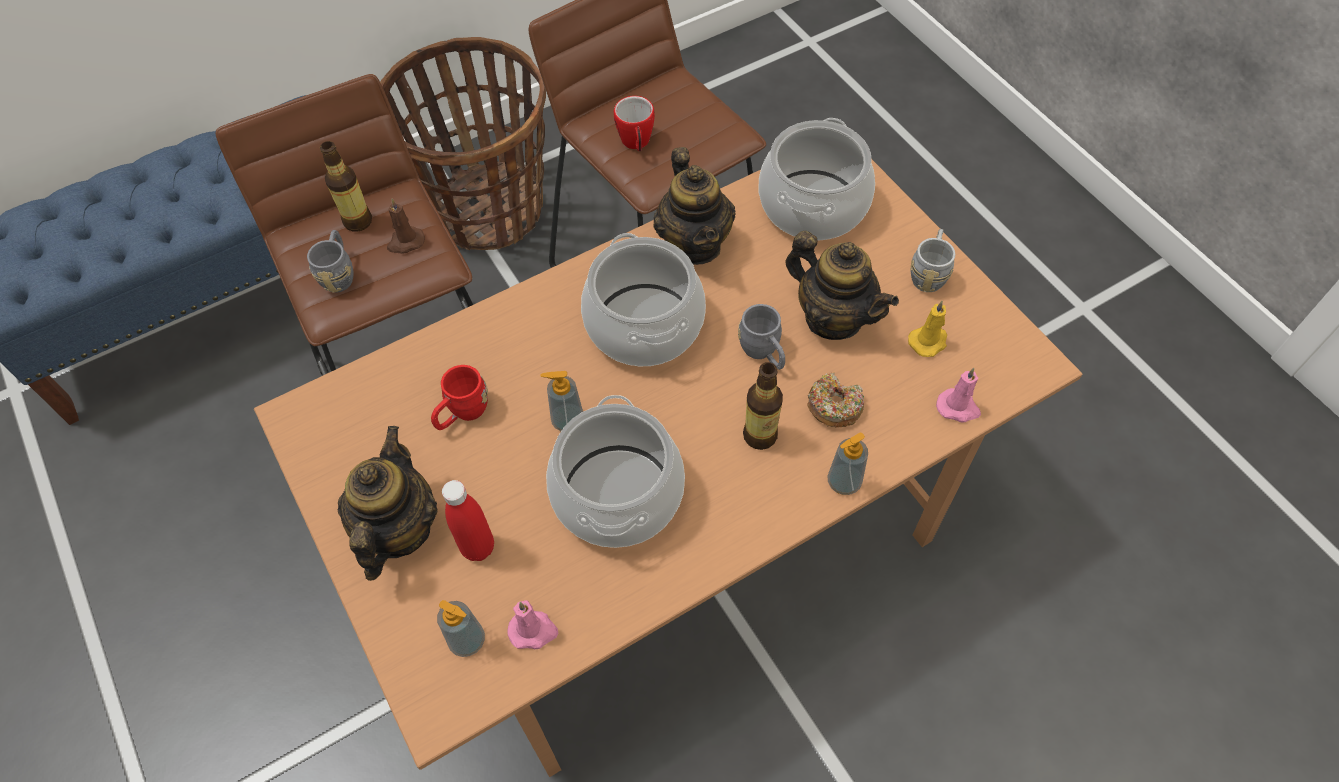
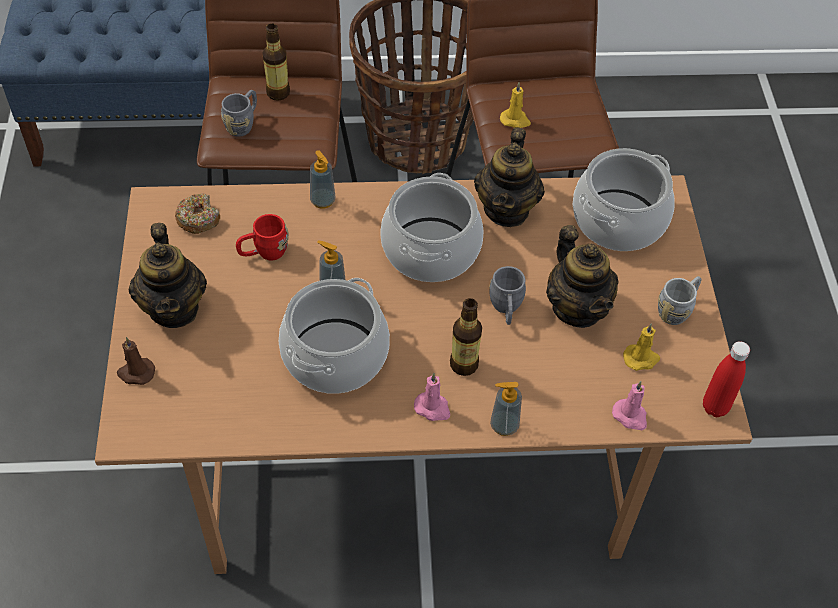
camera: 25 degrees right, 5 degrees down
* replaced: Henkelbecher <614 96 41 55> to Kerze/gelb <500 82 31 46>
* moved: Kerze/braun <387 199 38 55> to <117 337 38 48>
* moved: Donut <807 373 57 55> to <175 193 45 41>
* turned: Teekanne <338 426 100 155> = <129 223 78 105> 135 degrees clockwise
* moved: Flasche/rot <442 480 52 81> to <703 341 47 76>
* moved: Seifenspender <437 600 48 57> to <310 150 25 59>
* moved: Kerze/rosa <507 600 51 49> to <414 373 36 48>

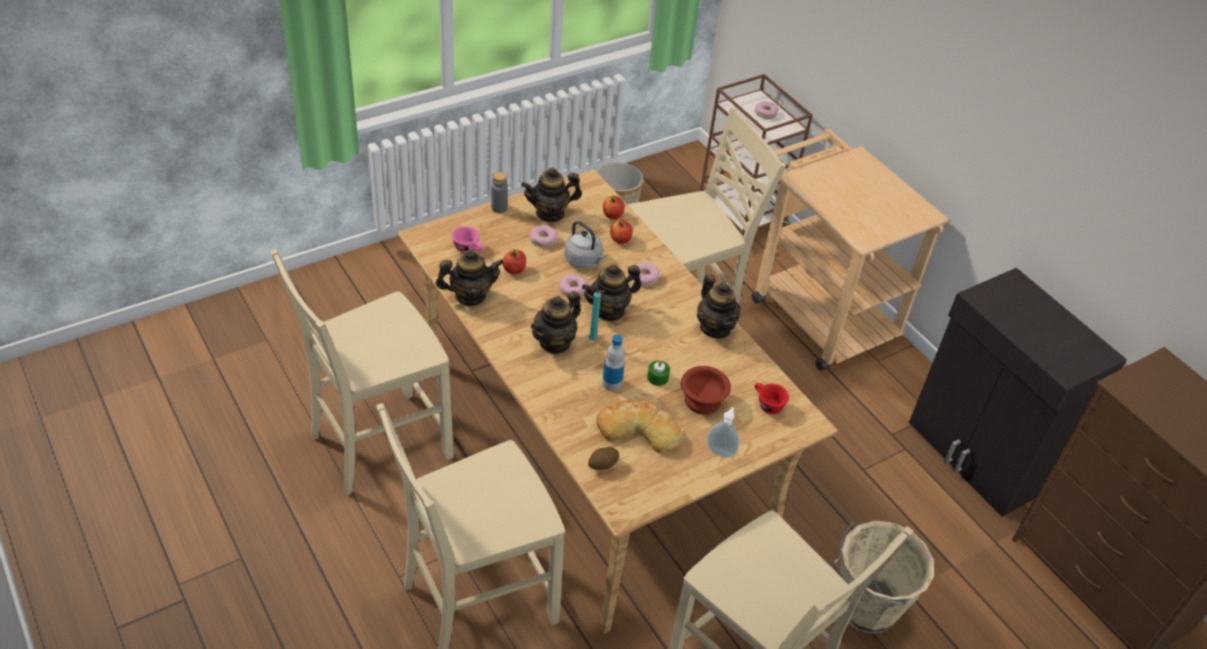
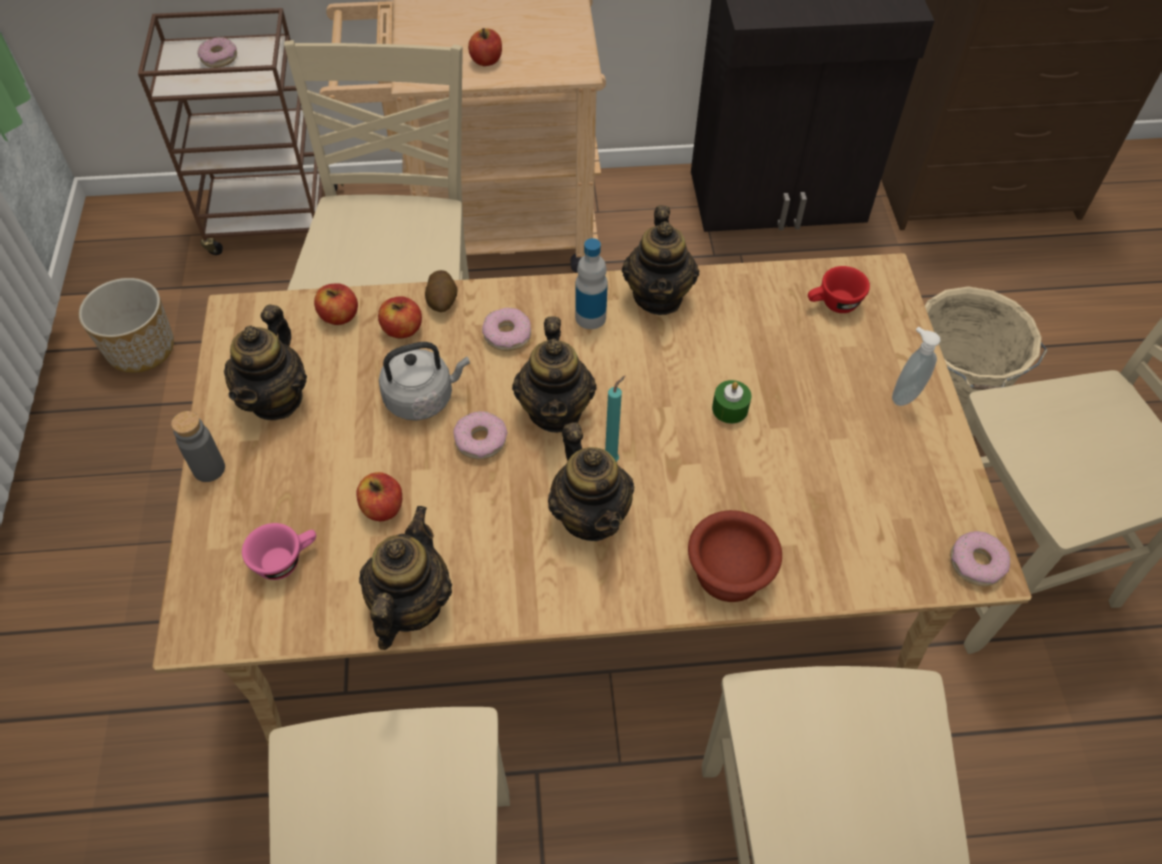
camera: 60 degrees left, 10 degrees up
* moved: Donut <530 225 28 22> to <950 531 60 56>
* turned: Teekanne <697 274 44 65> = <622 206 77 109> 90 degrees clockwise
* moved: Flasche <602 335 23 56> to <575 238 33 91>
* moved: Schüssel/braun <681 366 50 48> to <688 510 94 92>
* removed: Brot <596 400 86 53>
* moved: Kartoffel <588 447 31 23> to <425 270 33 42>
* added: Apfel <468 28 34 38>

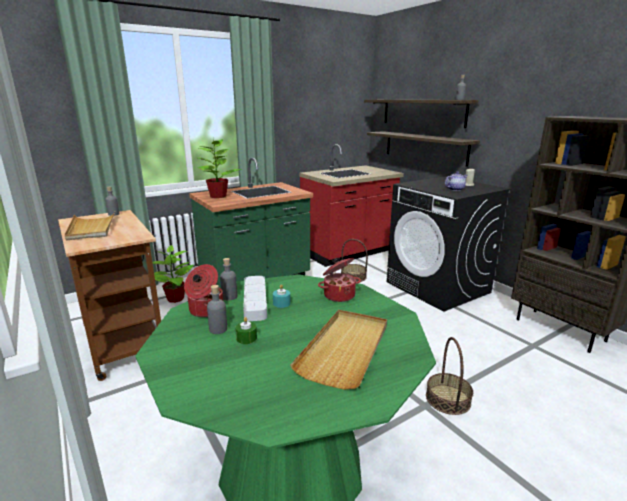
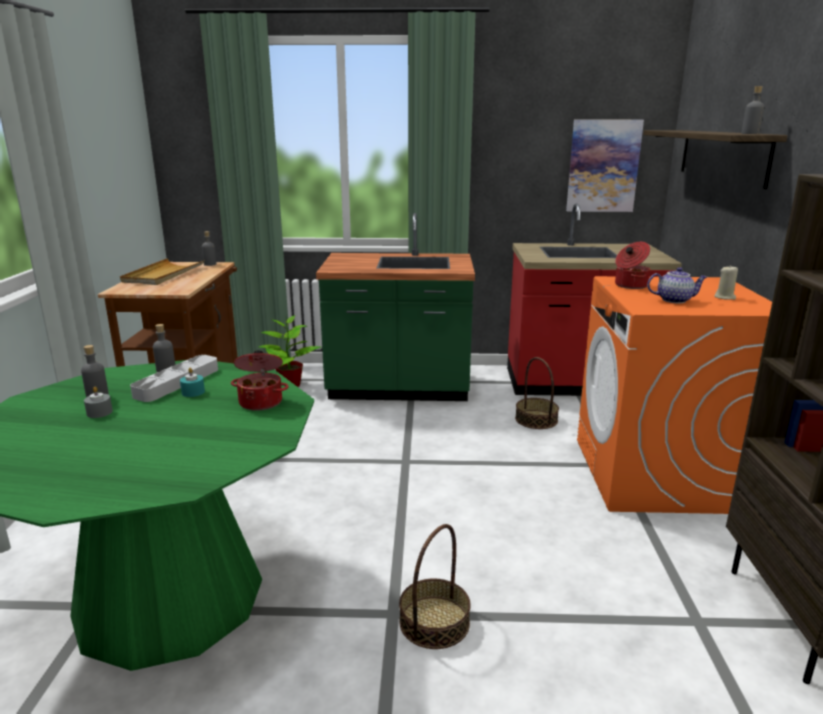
camera: 35 degrees right, 0 degrees up
* removed: Wandregal <367 131 113 36>
* removed: Topfpflanze <197 139 45 59>
* recoloured: Waschmaschine/schwarz <387 176 124 136> to Waschmaschine/orange <577 276 195 238>
* moved: Kochtopf <184 264 39 53> to <615 242 36 47>
* removed: Tablett/beige <290 310 97 80>
* recoloured: Kerze/grün <235 317 22 27> to Kerze/grau <84 386 29 32>
* added: Bild <566 120 78 92>

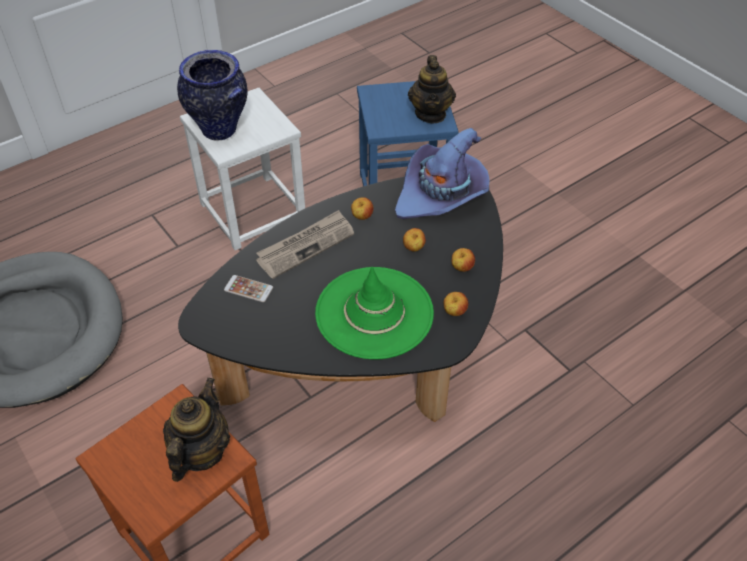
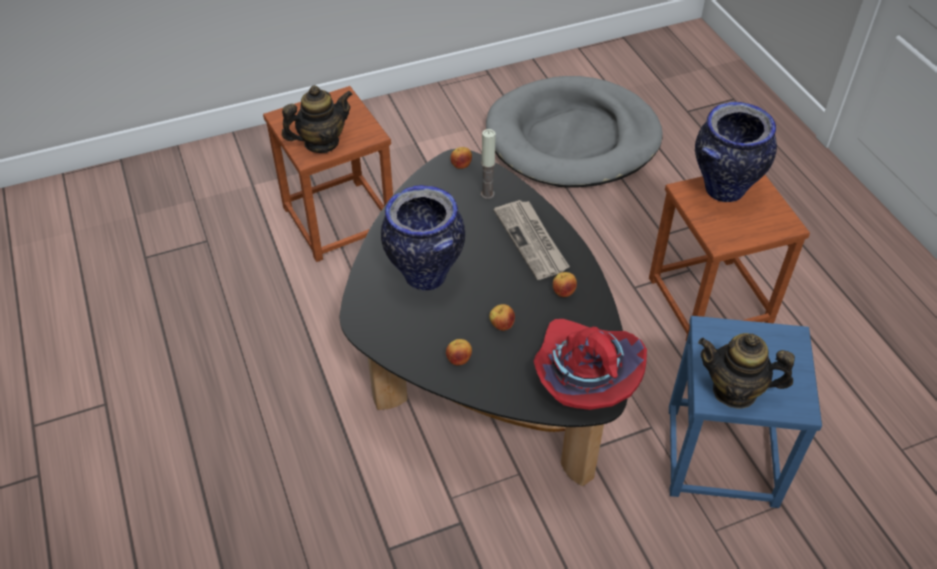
camera: 105 degrees right, 0 degrees up
* recoloured: Hocker/weiß <180 88 125 162> to Hocker/braun <649 175 161 166>
* recoloured: Hut/lila <395 128 95 91> to Hut/rot <534 319 113 91>
* replaced: Hut/grün <315 267 119 93> to Vase <381 185 84 106>
* replaced: Handy <224 275 49 27> to Kerze <481 129 15 70>
* moved: Apfel <444 292 24 24> to <451 147 21 22>
* turned: Teekanne <163 378 67 104> = <282 85 71 68> 60 degrees counterclockwise

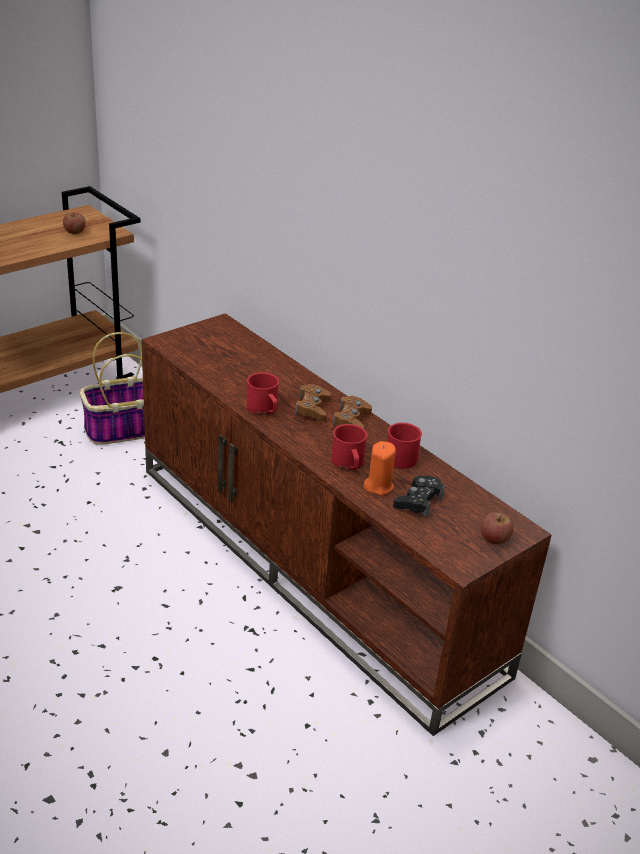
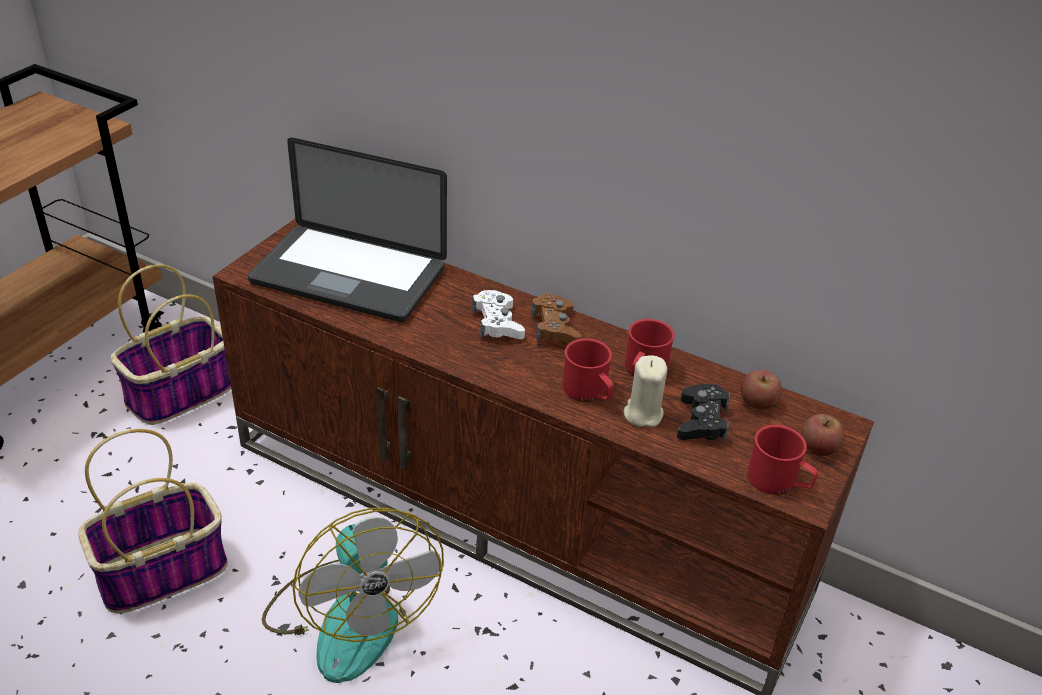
camera: 20 degrees left, 5 degrees up
* moved: Apfel <63 212 23 22> to <741 370 41 40>
* moved: Henkelbecher/rot <247 372 32 43> to <747 425 71 70>
* recoloured: Gamepad/braun <295 384 36 38> to Gamepad/weiß <472 290 53 49>
* recoloured: Kerze/orange <364 441 32 55> to Kerze/beige <624 355 43 72>
* added: Laptop <248 138 199 184>
* added: Korb <78 429 150 185>
* added: Ventilator <262 508 182 175>

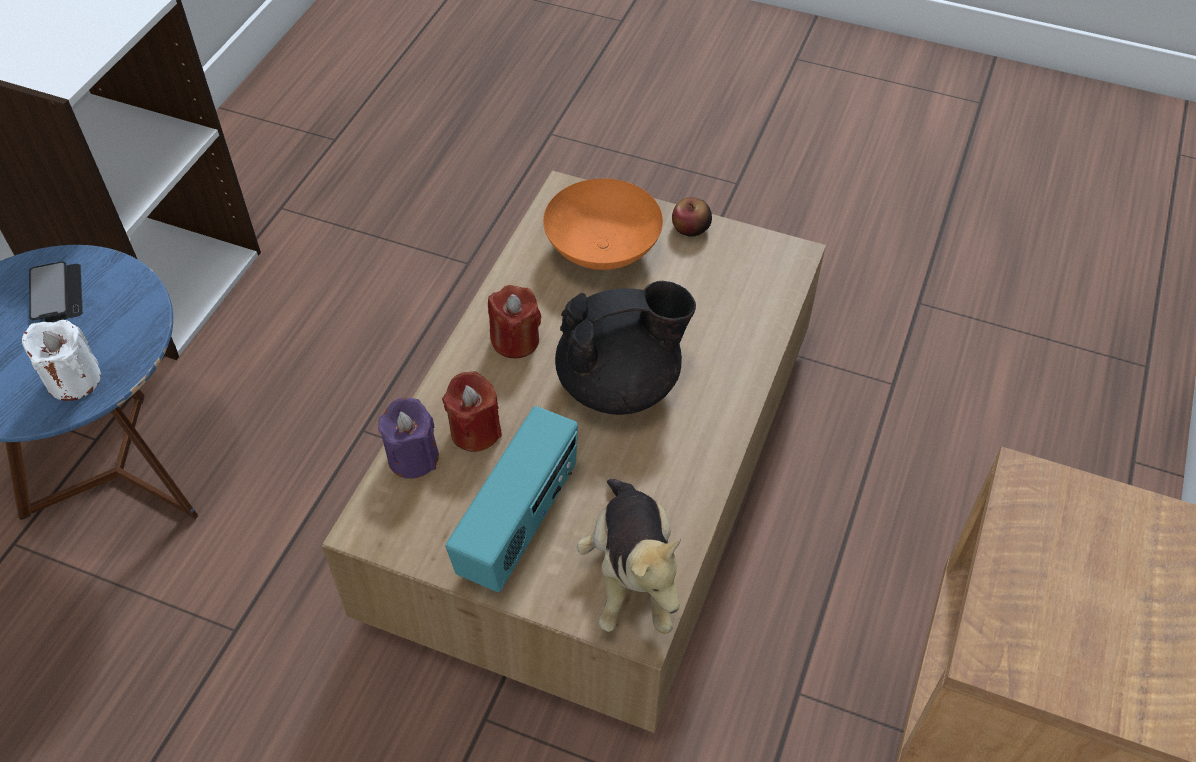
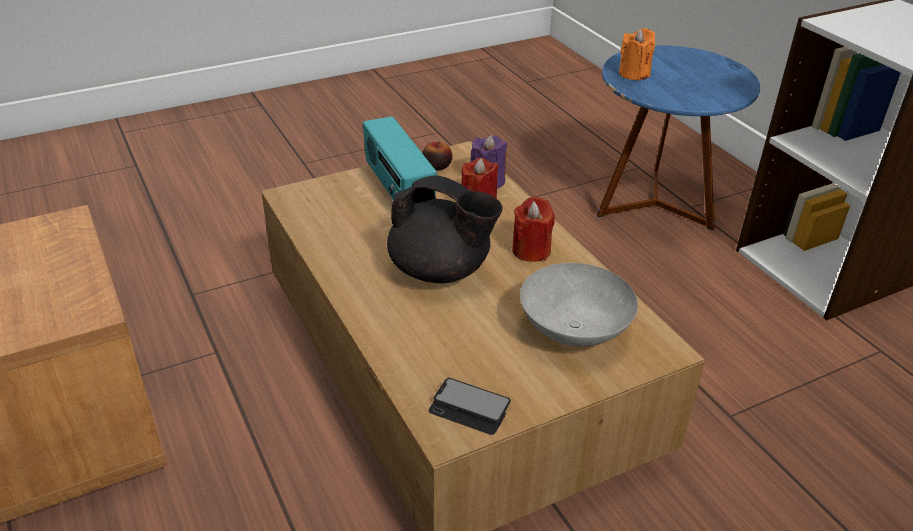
camera: 130 degrees right, 15 degrees down
* recoloured: Schüssel/orange <543 178 120 92> to Schüssel/grau <520 263 118 84>
* moved: Apfel <672 197 40 40> to <422 142 30 28>
* moved: Handy <29 261 54 61> to <429 378 82 57>
* turned: Teekanne/schwarz <555 281 141 134> = <387 175 116 108> 90 degrees counterclockwise
* recoloured: Kerze/weiß <22 320 79 81> to Kerze/orange <619 28 36 53>
* removed: Plüschtier <577 479 104 155>

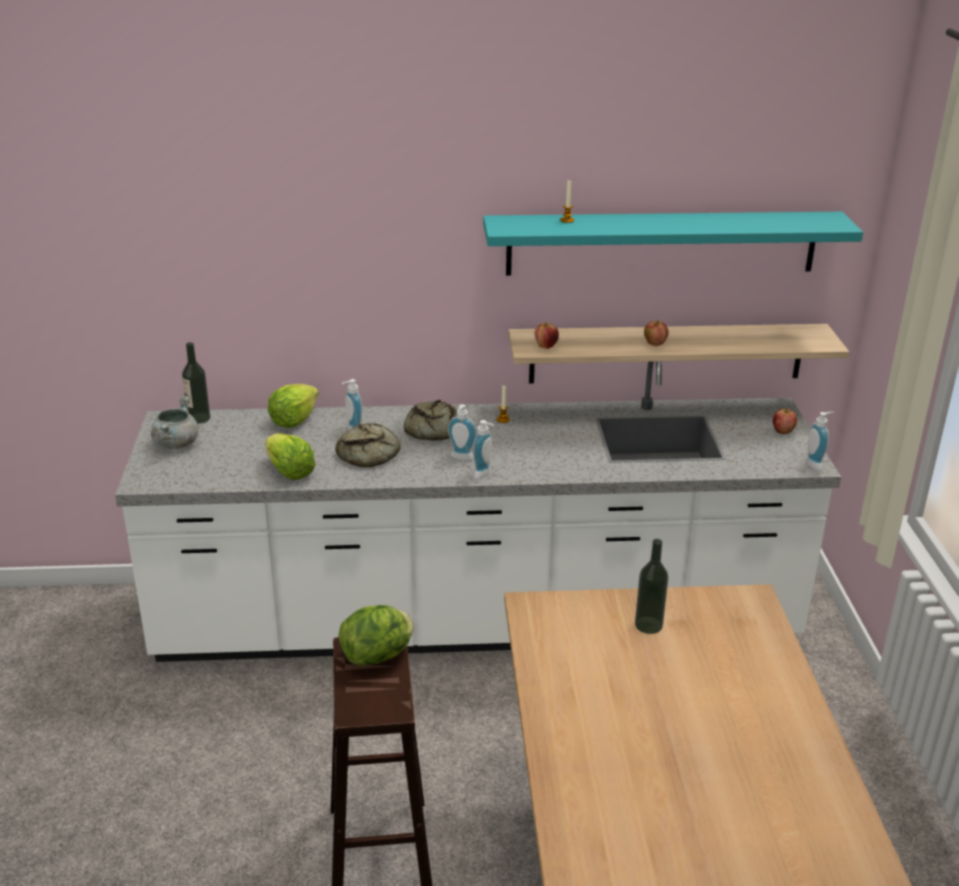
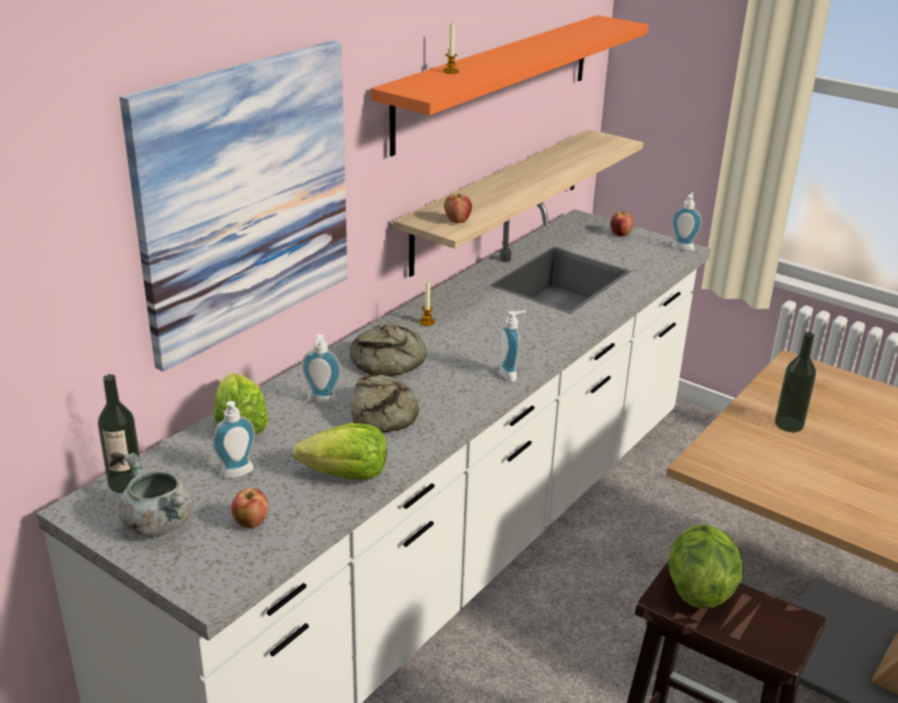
camera: 50 degrees left, 0 degrees up
* recoloured: Wandregal/türkis <483 212 380 64> to Wandregal/orange <371 15 278 142>
* moved: Apfel <644 320 24 26> to <231 488 37 40>
* moved: Seifenspender <448 404 29 57> to <212 401 43 77>
* added: Bild <120 40 228 332>

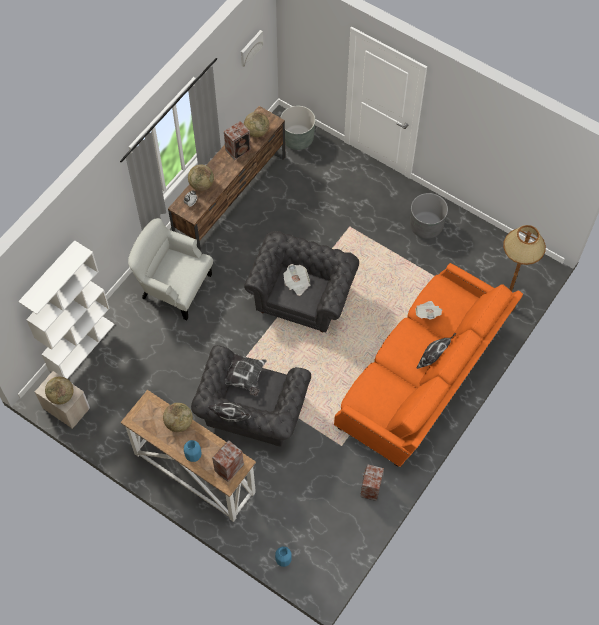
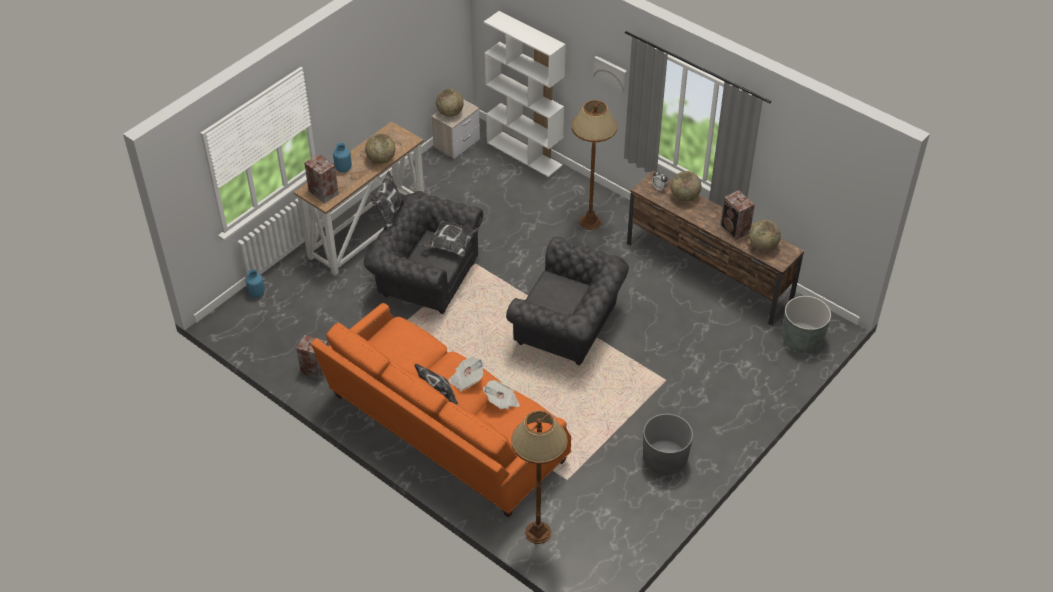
camera: 95 degrees right, 15 degrees down
* moved: Bild <241 30 22 37> to <593 56 34 37>
* replaced: Sessel/weiß <128 218 85 102> to Stehlampe/braun <572 100 45 130>
* moved: Zeitung <283 264 27 32> to <448 356 36 35>

